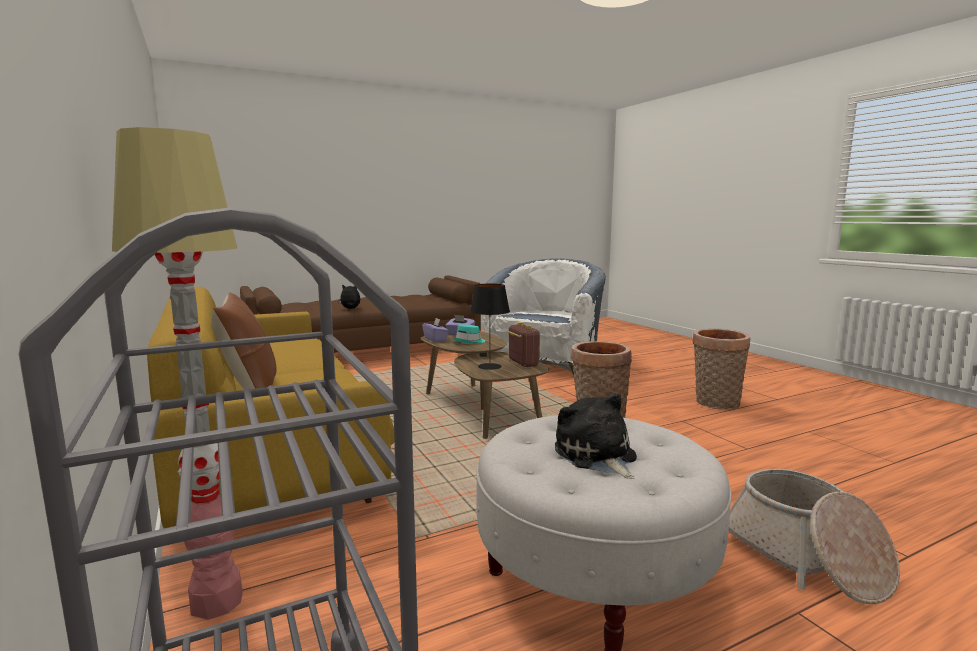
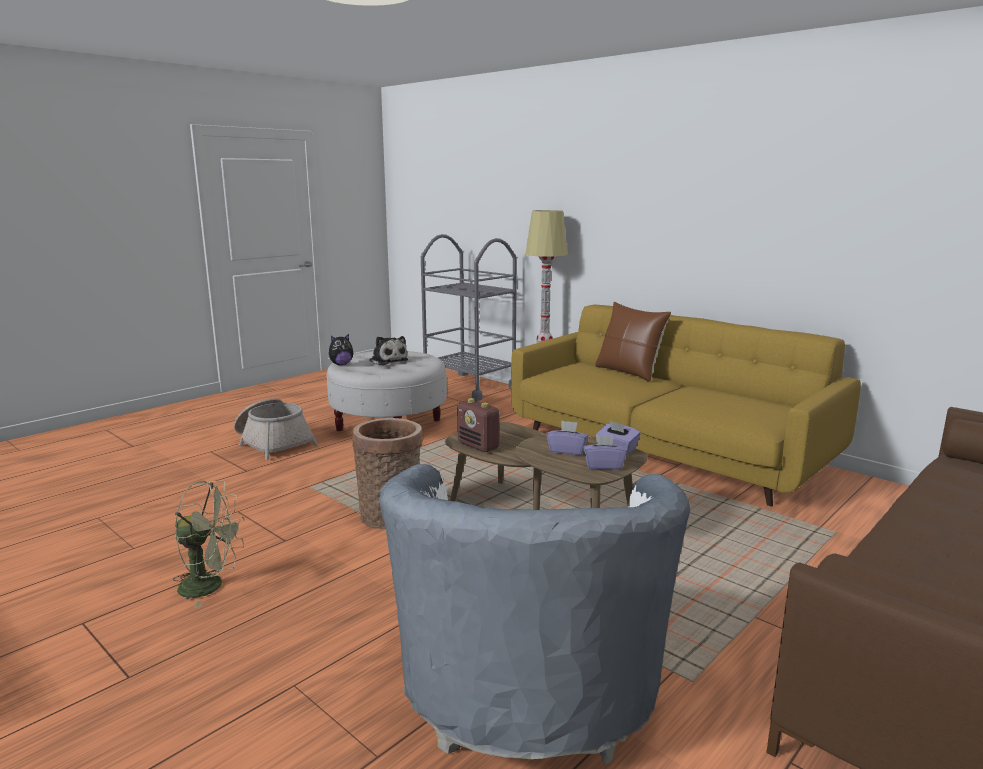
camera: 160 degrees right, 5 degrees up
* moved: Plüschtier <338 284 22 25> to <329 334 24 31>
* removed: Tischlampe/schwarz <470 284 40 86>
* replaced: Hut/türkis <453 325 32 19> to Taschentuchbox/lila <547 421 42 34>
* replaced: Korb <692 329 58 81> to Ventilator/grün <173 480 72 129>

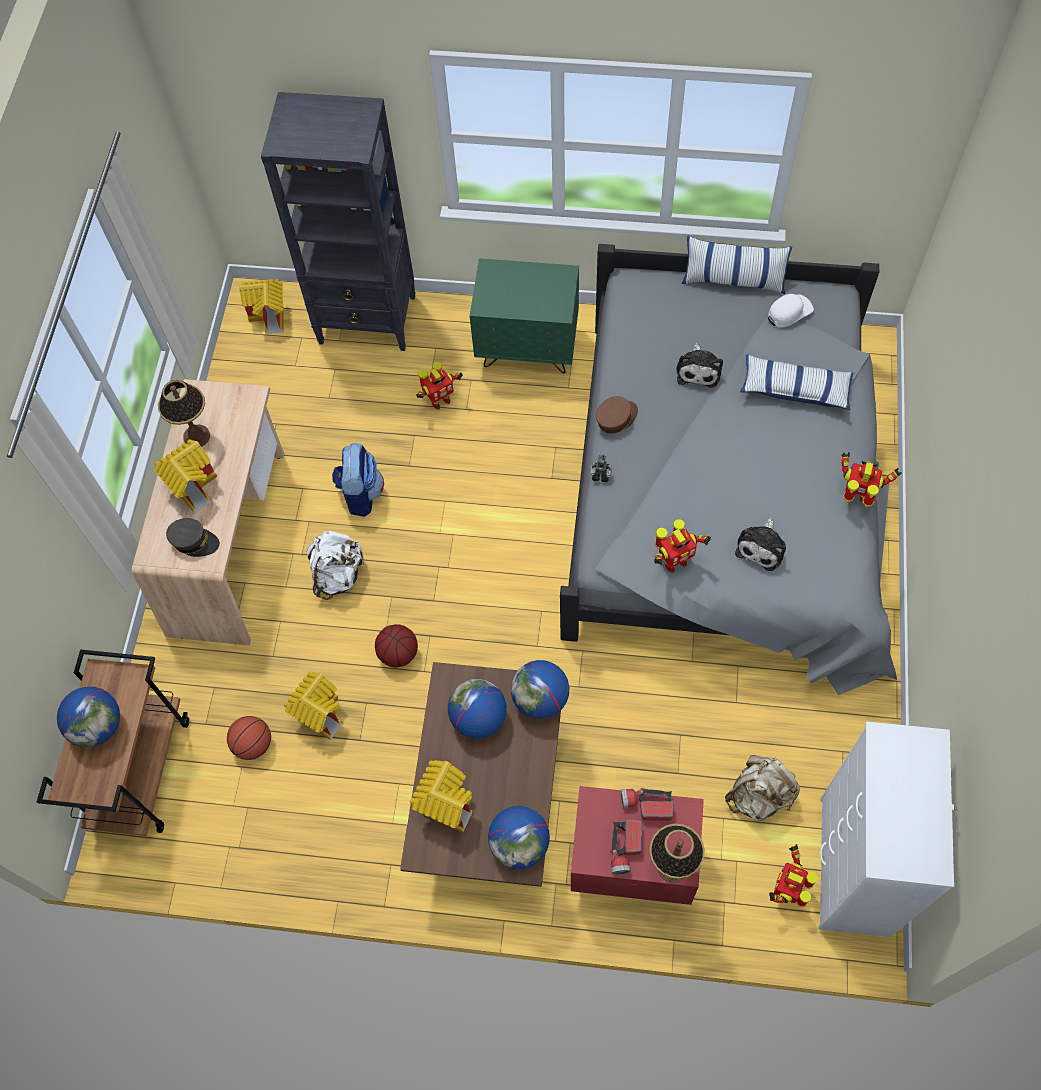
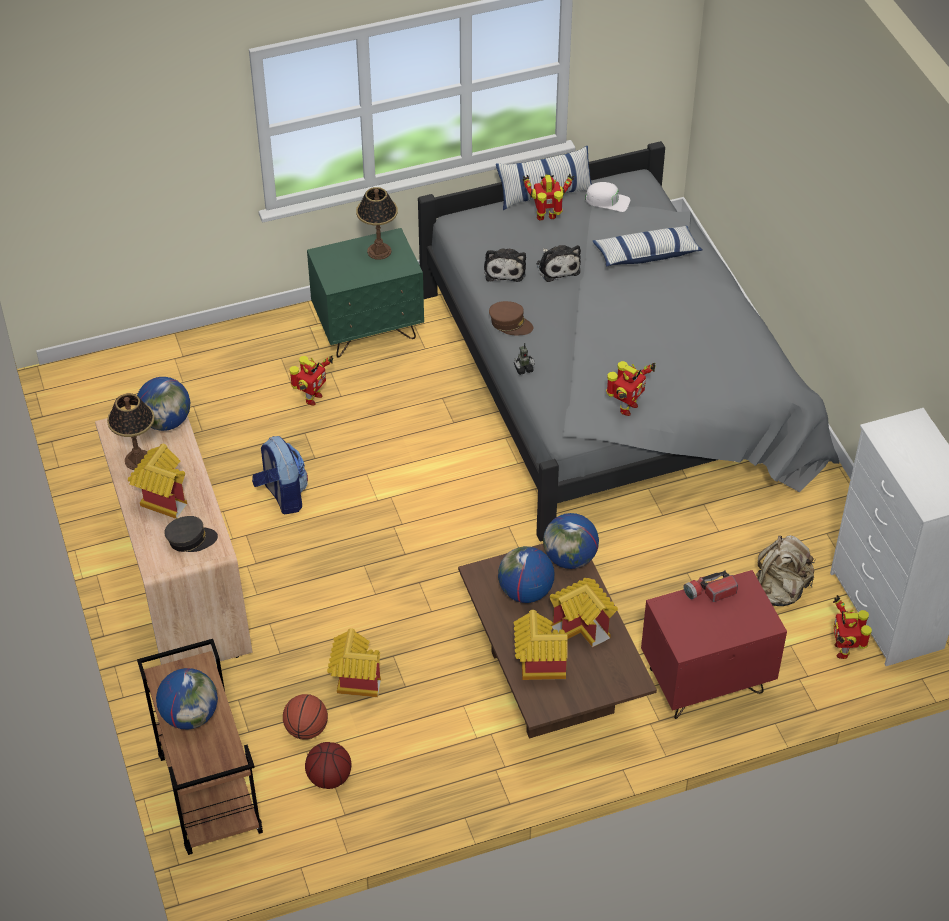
camera: 30 degrees left, 15 degrees down
* removed: Bücherregal/schwarz <261 92 155 259>
* moved: Spielzeughaus <239 279 45 55> to <550 578 68 69>
* turned: Kappe/weiß <768 294 46 33> = <585 182 45 30> 75 degrees clockwise
* turned: Kappe/braun <596 396 42 37> = <489 301 44 34> 90 degrees clockwise
* moved: Spielzeugroboter <841 452 61 55> to <522 174 52 47>
* moved: Plüschtier <735 518 51 53> to <484 248 42 34>
* removed: Rucksack/weiß <307 531 59 69>
* moved: Basketball <375 624 43 44> to <305 742 47 47>
* moved: Globus <488 806 62 63> to <136 377 54 54>
* removed: Taschenlampe <610 819 32 56>
* moved: Tischlampe <649 823 56 60> to <356 187 42 73>

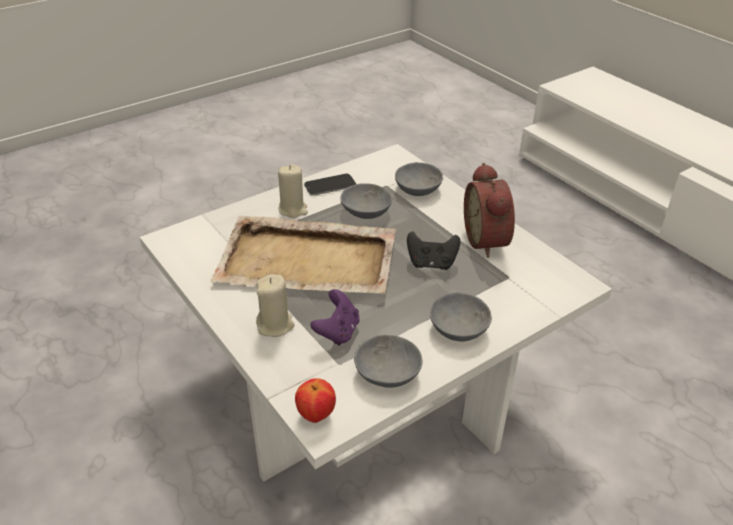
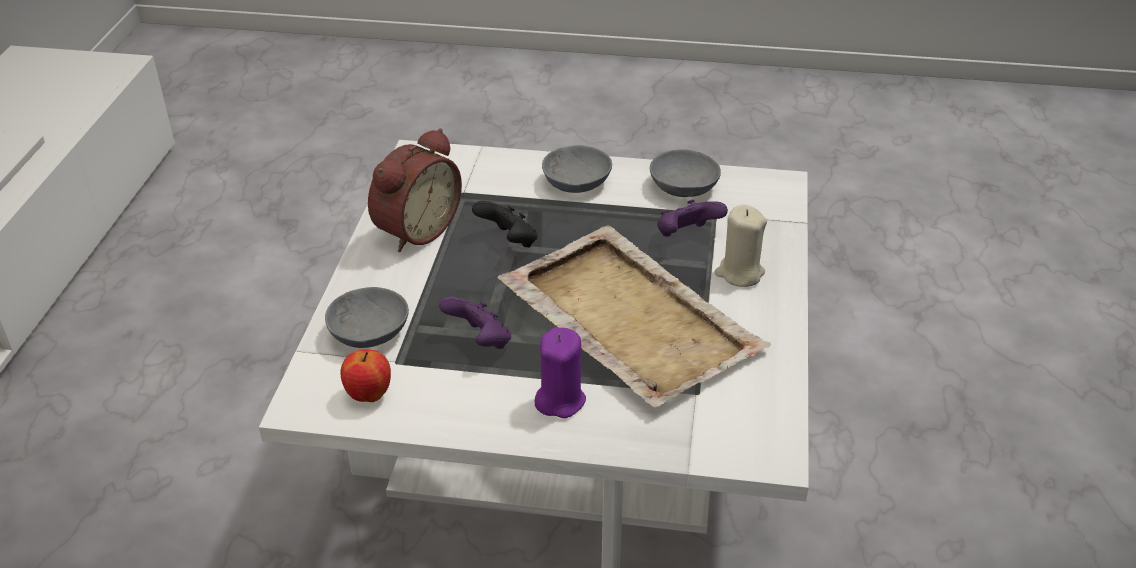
camera: 135 degrees left, 0 degrees up
* recoloured: Kerze/beige <278 164 30 54> to Kerze/lila <535 328 51 90>
* removed: Handy <304 174 52 22>
* replaced: Schüssel/grau <340 183 52 36> to Gamepad/lila <439 296 72 53>
* moved: Apfel <295 378 41 45> to <341 349 50 53>

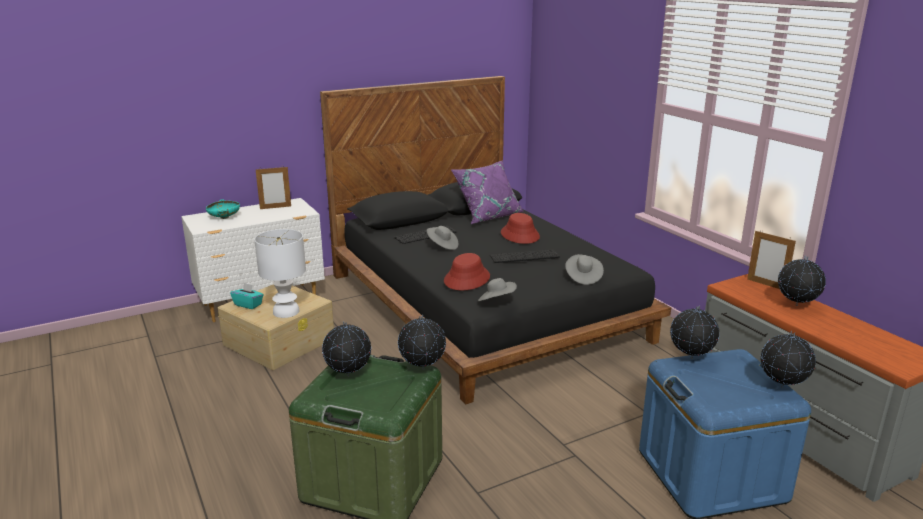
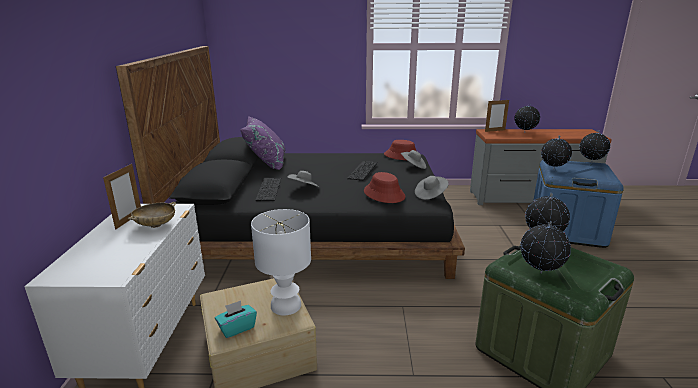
camera: 60 degrees left, 0 degrees up
* removed: Schüssel/türkis <206 199 34 20>
* moved: Hut/rot <501 213 39 31> to <384 140 32 20>
* added: Schüssel/beige <128 202 48 26>

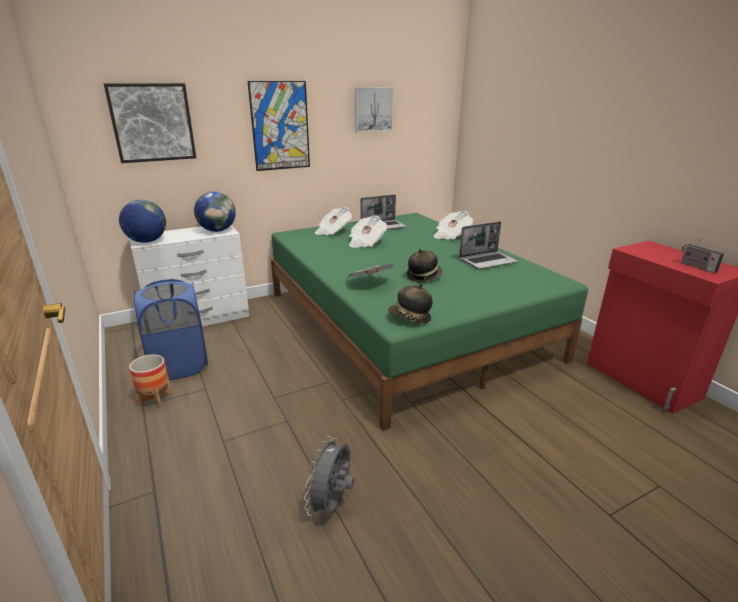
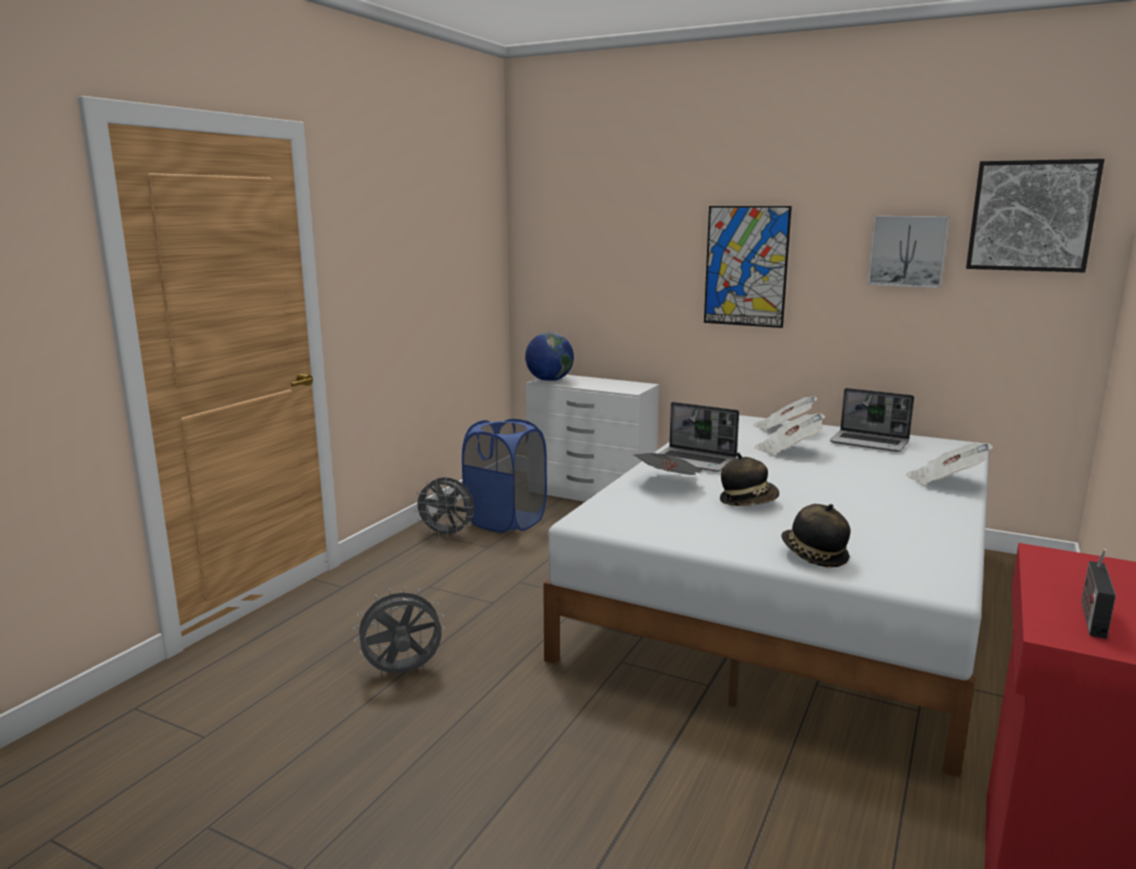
camera: 55 degrees right, 10 degrees down
* moved: Bild <104 83 92 80> to <966 159 139 114>
* removed: Globus <194 191 42 41>
* recoloured: Bett/grün <271 213 317 218> to Bett/weiß <543 415 446 363>
* moved: Laptop <459 222 59 47> to <659 402 80 70>
* moved: Hut <388 284 44 39> to <781 504 70 63>
* replaced: Pflanzkübel <129 354 43 54> to Ventilator/grau <413 477 61 62>

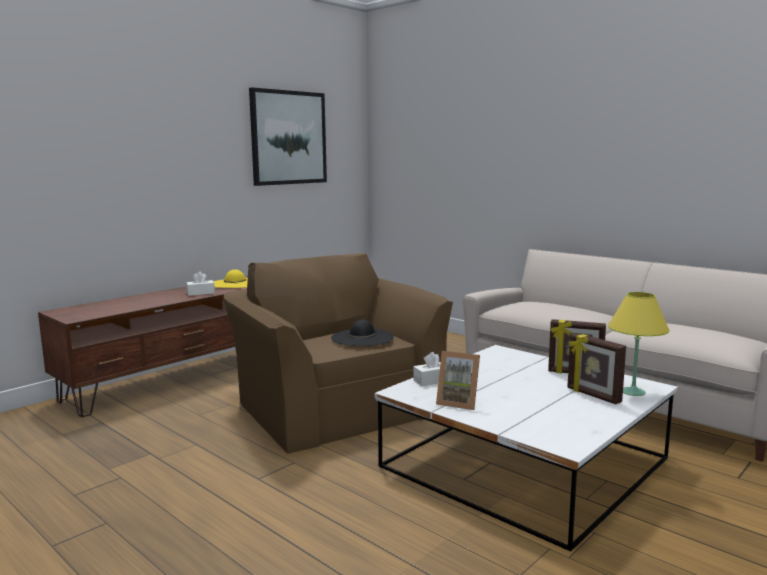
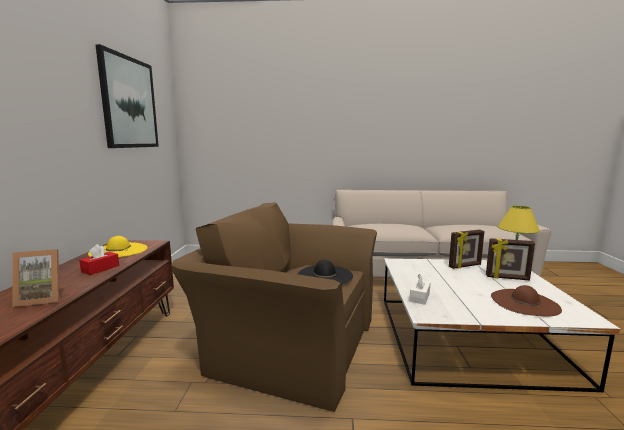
camera: 40 degrees left, 0 degrees up
* recoloured: Taschentuchbox/weiß <186 272 29 24> to Taschentuchbox/rot <79 244 40 31>
* moved: Bilderrahmen <436 351 44 59> to <13 249 46 58>
* added: Hut/braun <491 285 71 31>

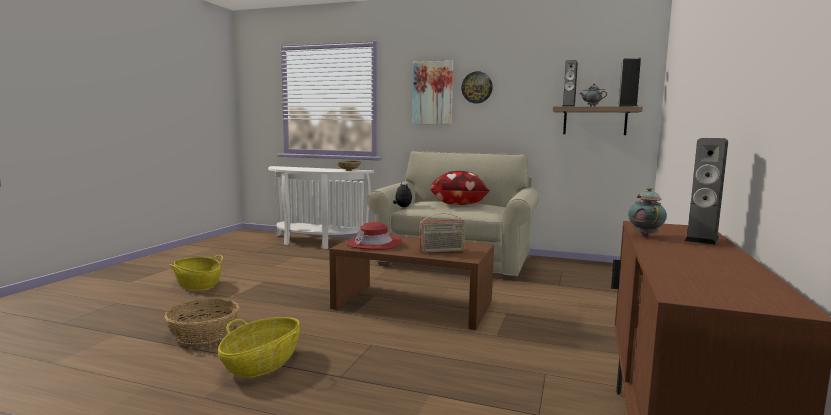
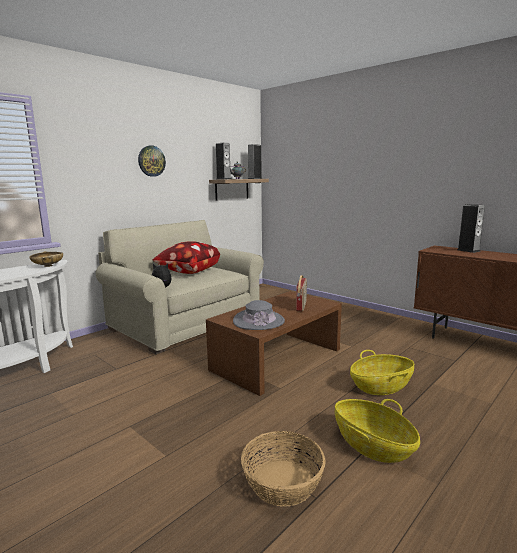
camera: 65 degrees left, 5 degrees up
* removed: Bild <413 61 40 63>
* removed: Teekanne <628 187 39 50>
* recoloured: Hut/rot <347 222 55 28> to Hut/grau <233 300 52 30>
* moved: Korb <169 255 54 35> to <350 350 64 45>

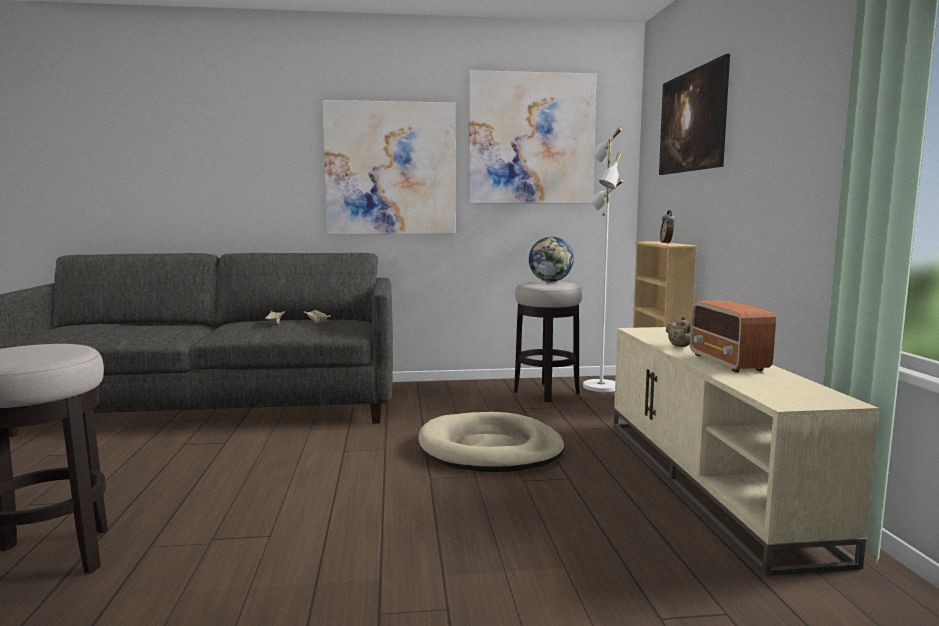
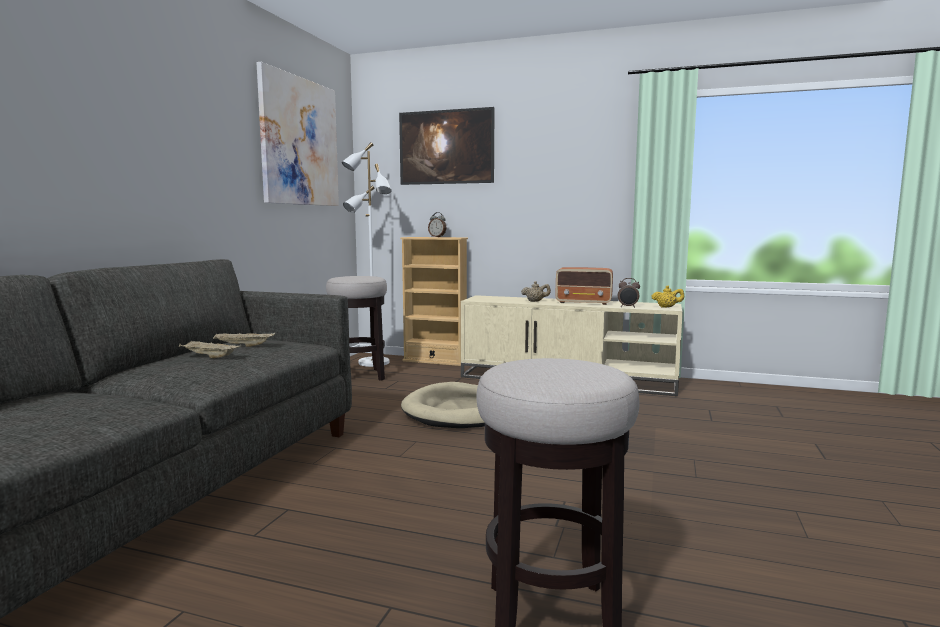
camera: 65 degrees left, 0 degrees up
* removed: Bild <322 100 134 134>
* removed: Globus <529 237 45 45>
* added: Wecker <618 278 22 30>
* added: Teekanne/gelb <652 286 32 22>

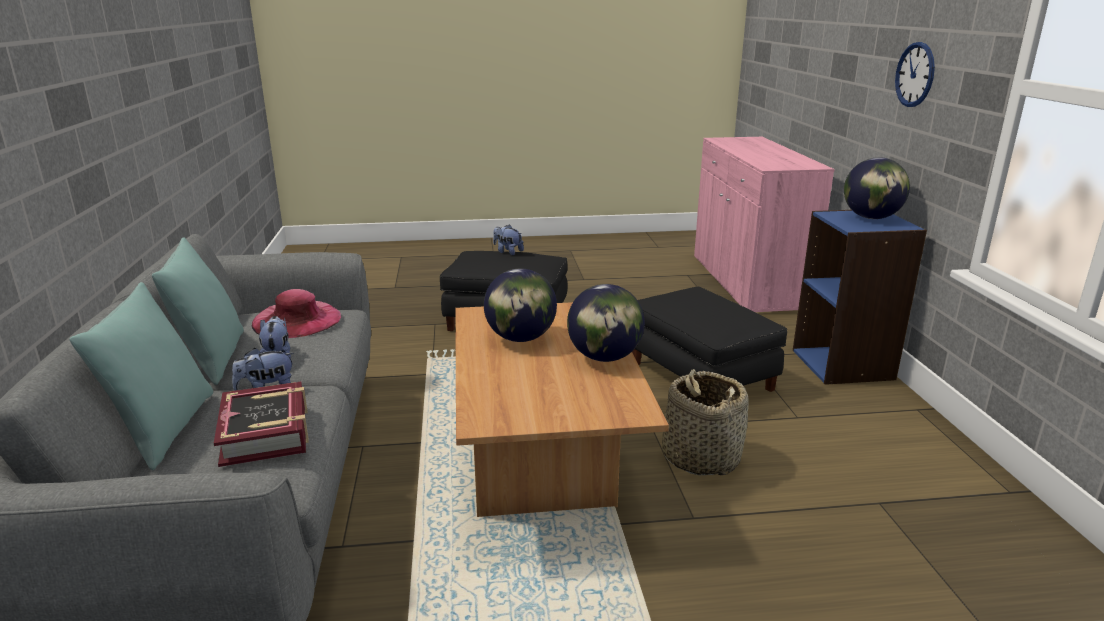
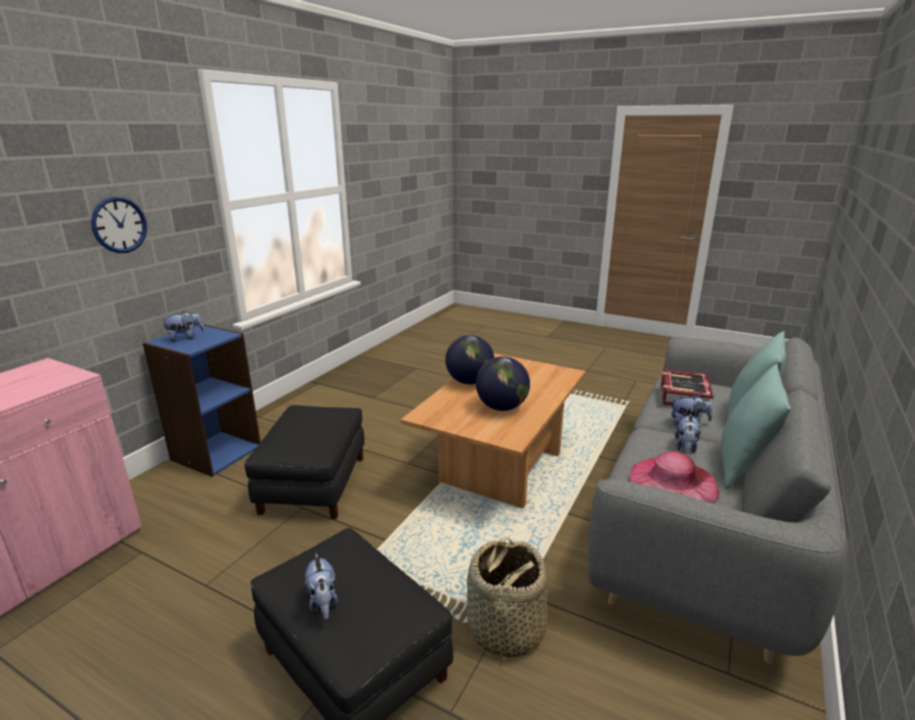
camera: 145 degrees left, 0 degrees up
* replaced: Globus <844 157 66 62> to Plüschtier <161 311 44 31>
* moved: Korb <662 369 87 106> to <467 536 80 125>

